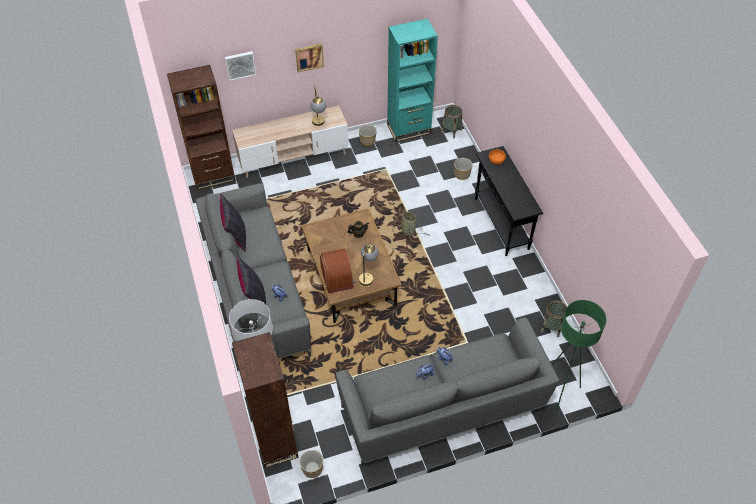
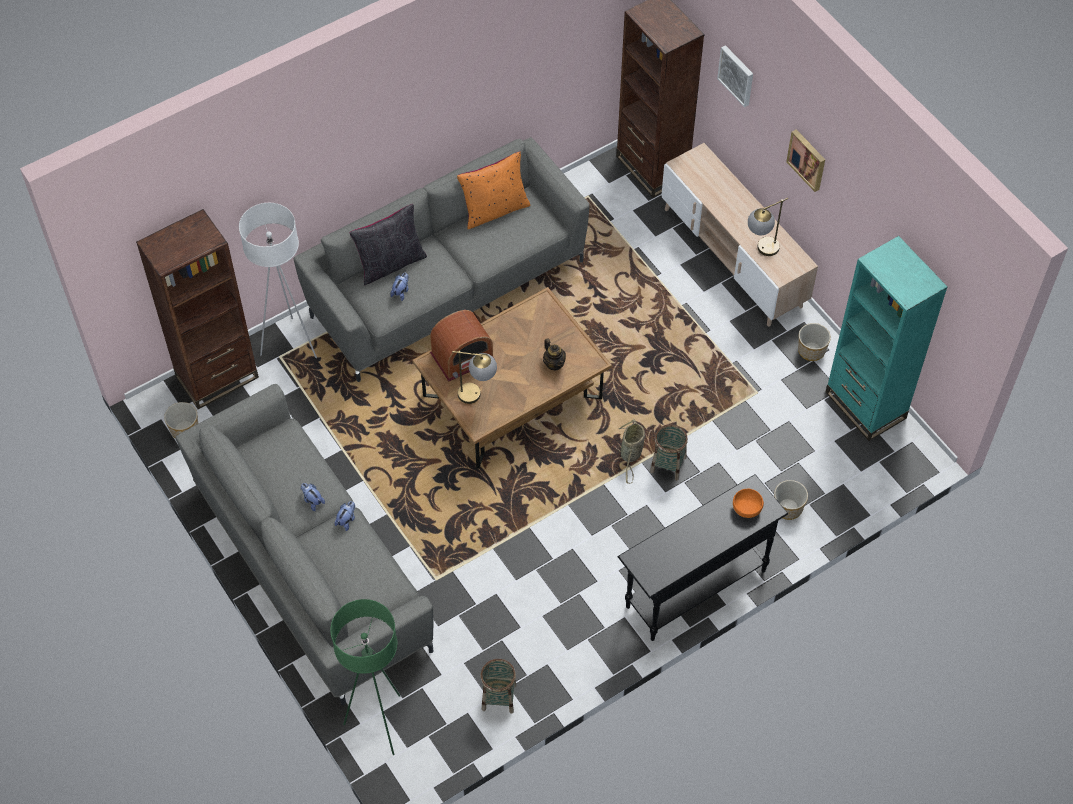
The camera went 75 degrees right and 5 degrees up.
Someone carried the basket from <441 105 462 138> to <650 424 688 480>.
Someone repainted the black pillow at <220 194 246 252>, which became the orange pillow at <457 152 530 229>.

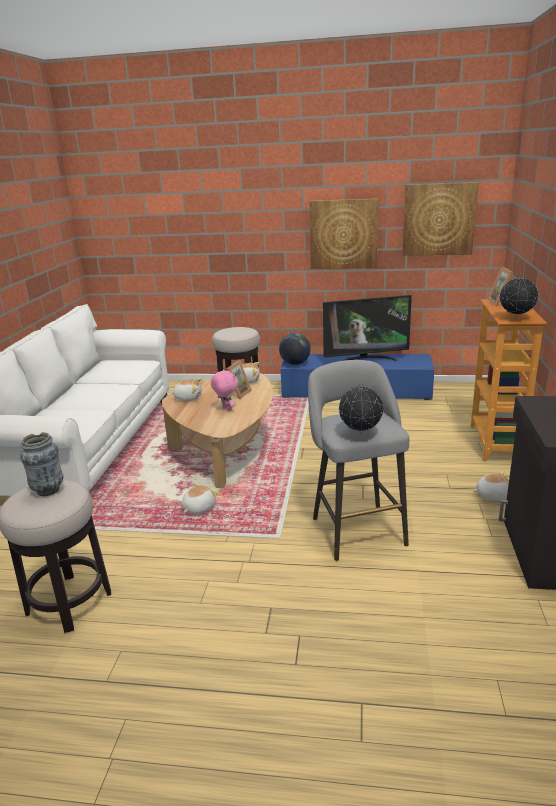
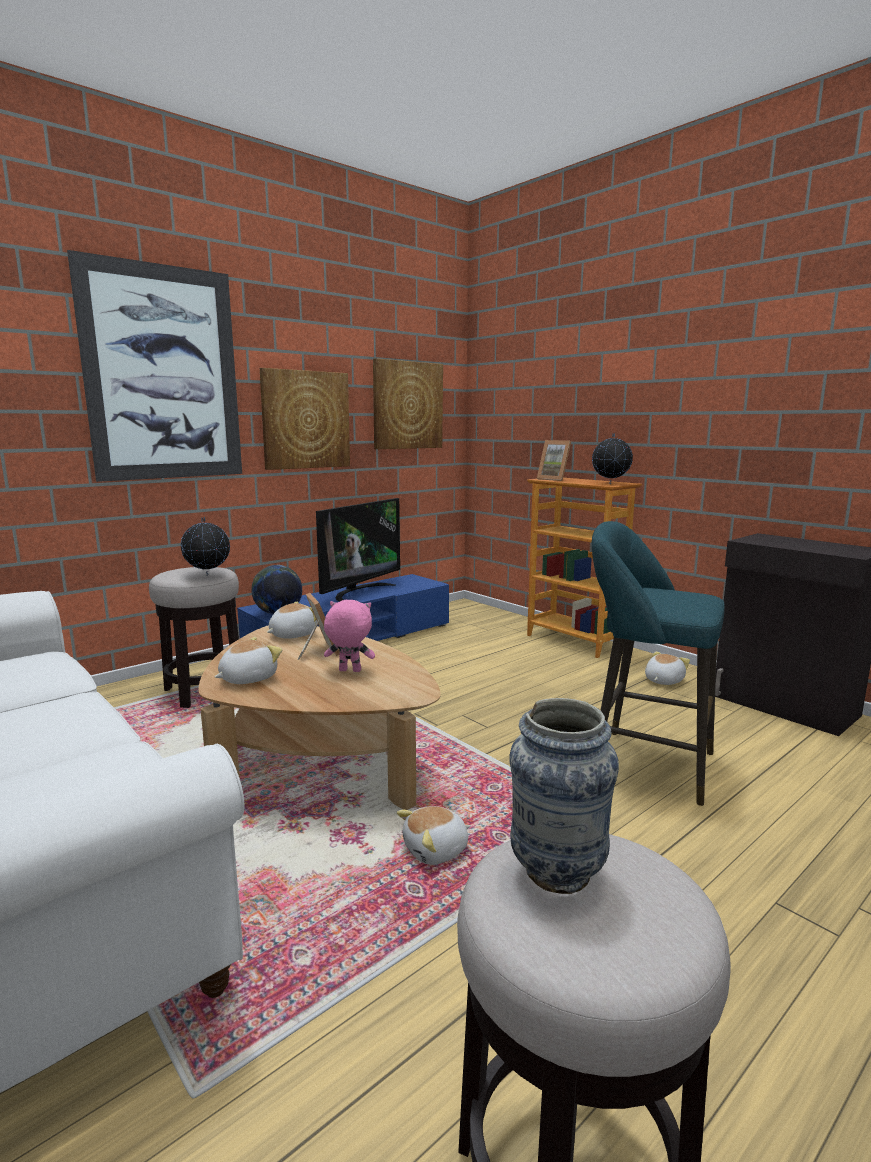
The camera went 50 degrees left and 10 degrees down.
Someone put up the picture at <67 250 242 482>.
Someone carried the globe from <339 383 383 434> to <181 517 230 576>.
Someone repainted the grey stool at <308 360 409 561>, which became the turquoise stool at <592 521 725 806>.
Someone rotated the plush toy at <182 482 218 514> by 105 degrees counterclockwise.

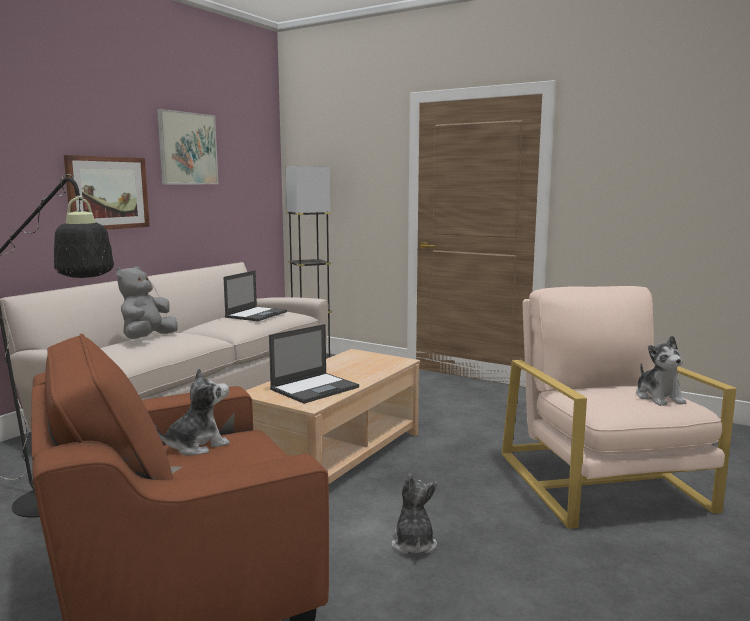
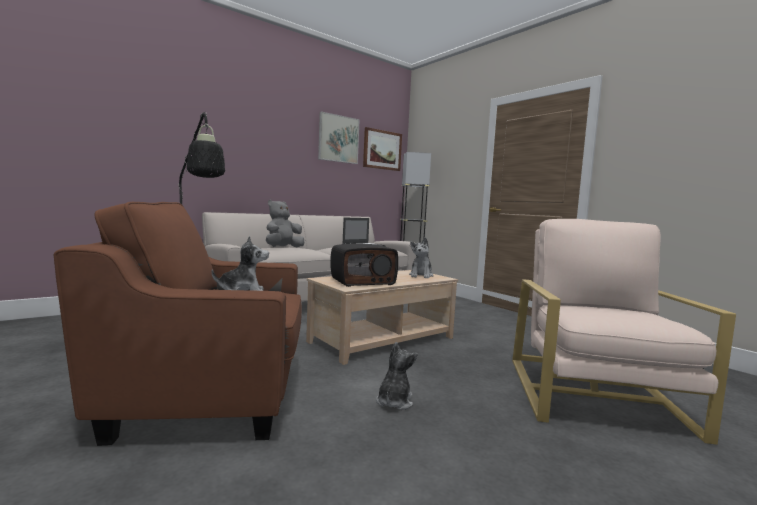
The camera went 20 degrees right and 5 degrees down.
Someone carried the picture from <64 155 150 230> to <363 127 402 171>.
Someone carried the plush toy from <636 335 686 406> to <409 237 434 279>.
Someone swapped the laptop at <269 324 359 404> for the radio at <330 243 398 287>.

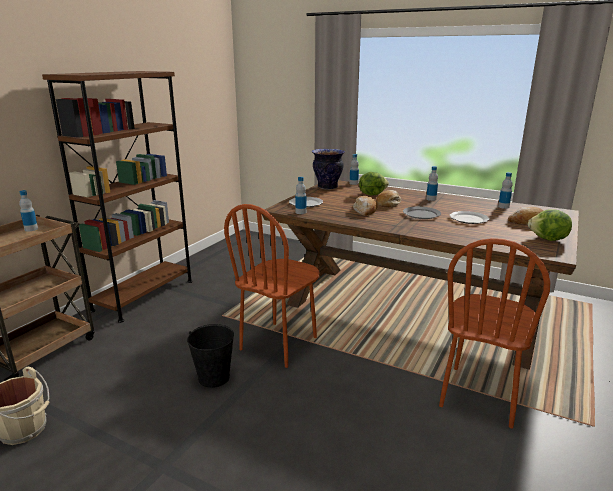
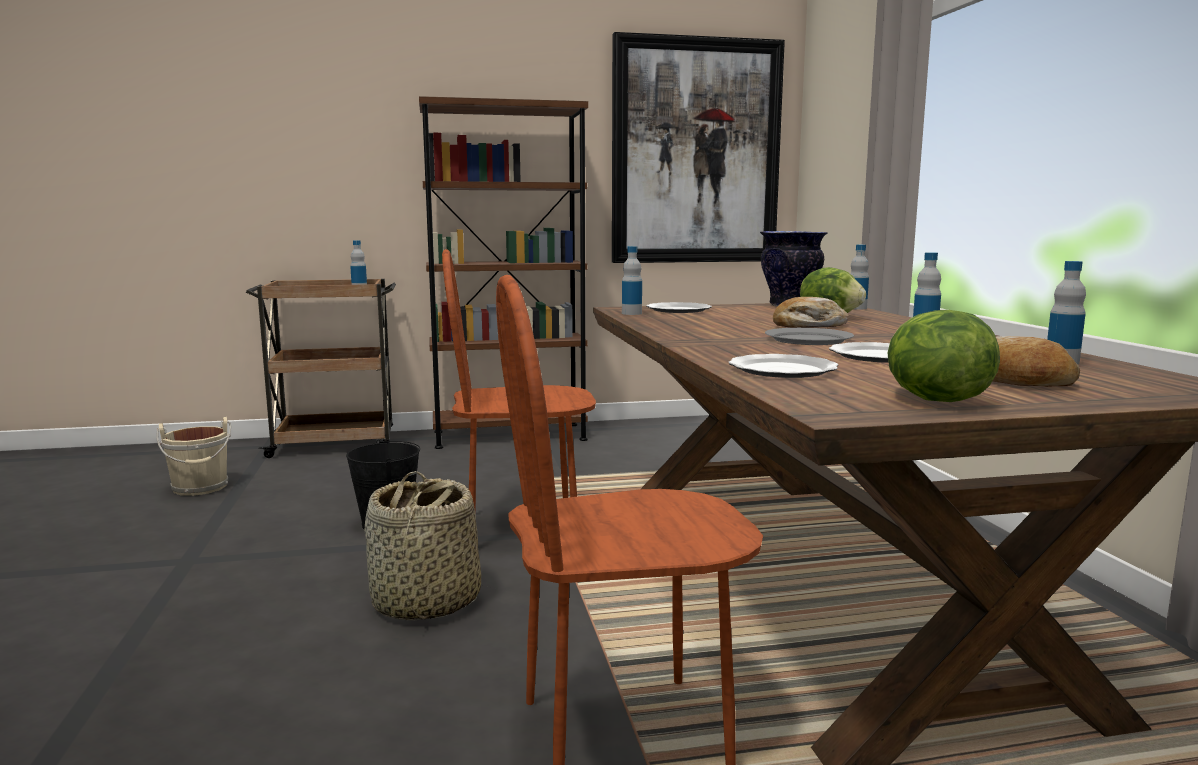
The camera went 50 degrees right and 10 degrees down.
Someone took away the bread at <353 196 378 216>.
Someone put down the basket at <364 471 481 621>.
Someone put up the picture at <612 32 785 263>.
Someone put down the plate at <729 354 838 378>.

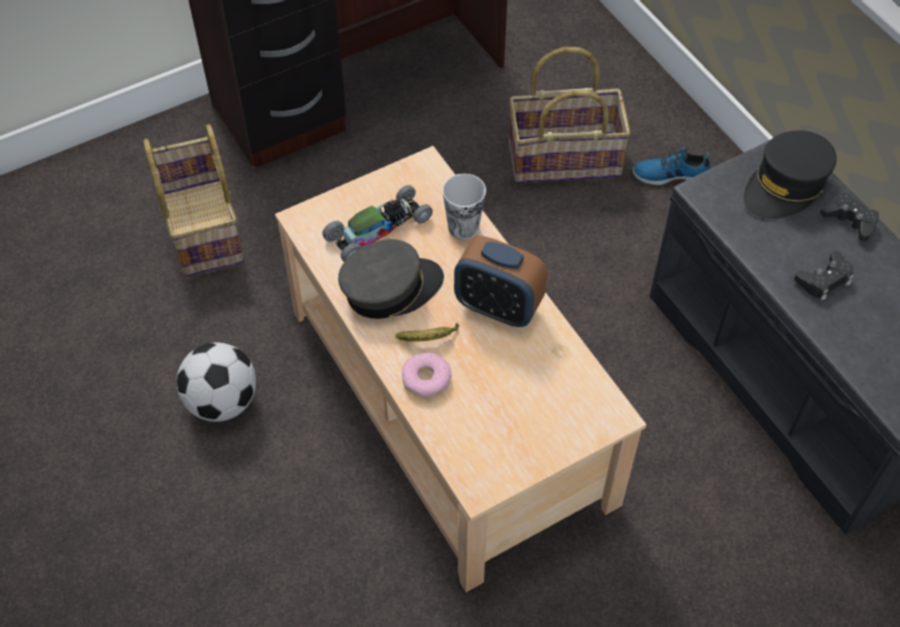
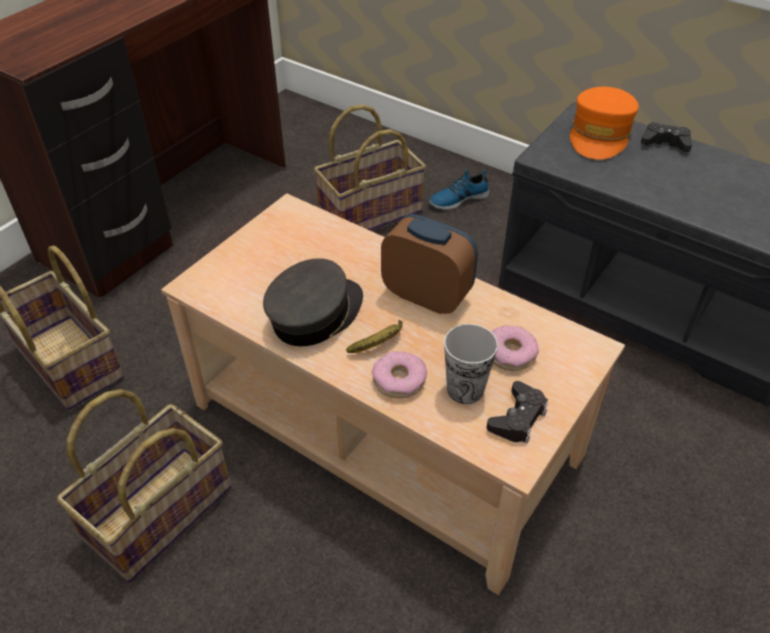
The camera went 25 degrees left and 10 degrees down.
Someone took away the toy car at <322 185 433 262>.
Someone put down the donut at <491 325 539 371>.
Someone carried the cup from <442 174 486 239> to <444 324 498 404>.
Someone carried the black game controller from <794 251 854 300> to <487 381 548 443>.
Someone swapped the football at <176 342 256 422> for the basket at <57 389 231 582>.
Someone repainted the black cap at <744 130 837 219>, which became the orange cap at <570 87 639 160>.
Someone rotated the alarm clock at <454 236 547 327> by 150 degrees counterclockwise.

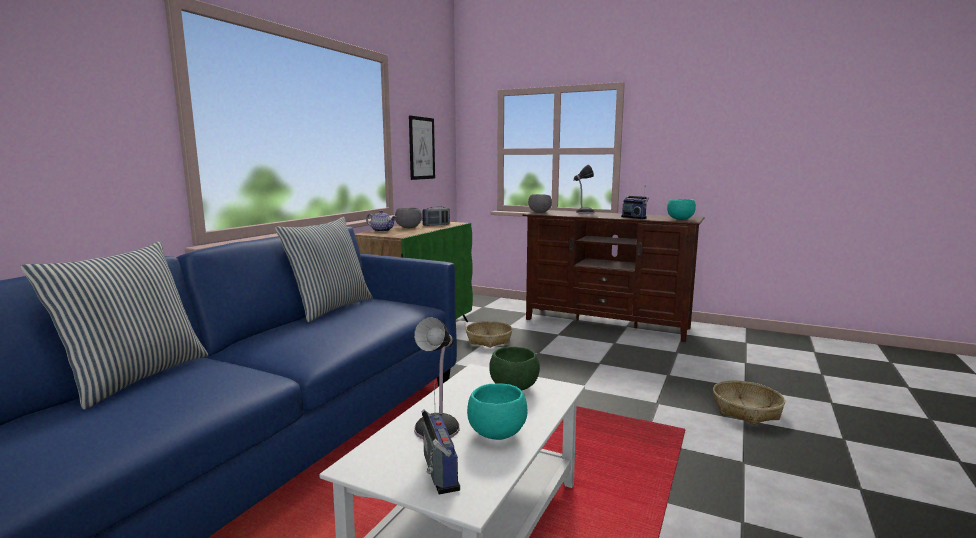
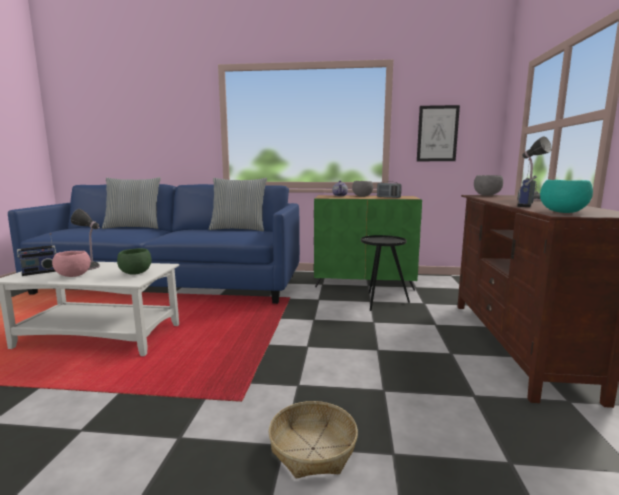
The camera went 70 degrees right and 0 degrees up.
Someone swapped the basket at <466 321 512 348> for the black side table at <361 235 410 311>.
Someone repainted the turquoise bowl at <467 383 528 440>, which became the pink bowl at <52 251 91 277>.

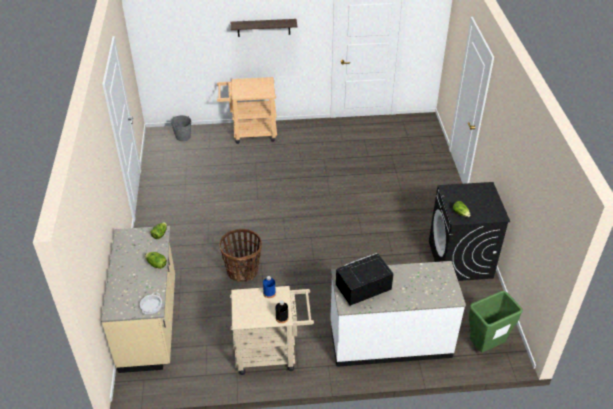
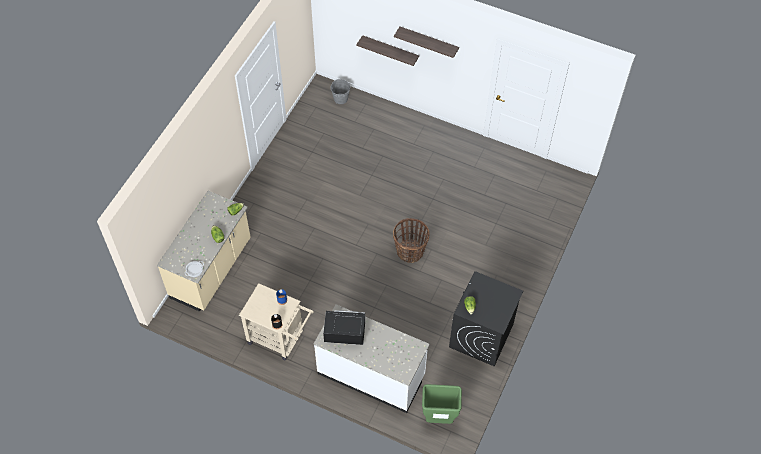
The camera went 30 degrees right and 15 degrees up.
Someone took away the beige cart at <217 77 277 144>.
Someone put up the shelf at <356 35 419 66>.
Someone carried the basket from <219 229 262 282> to <393 218 430 263>.

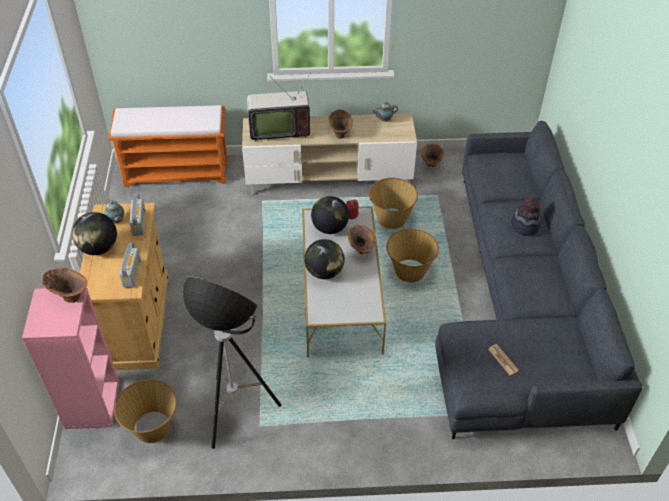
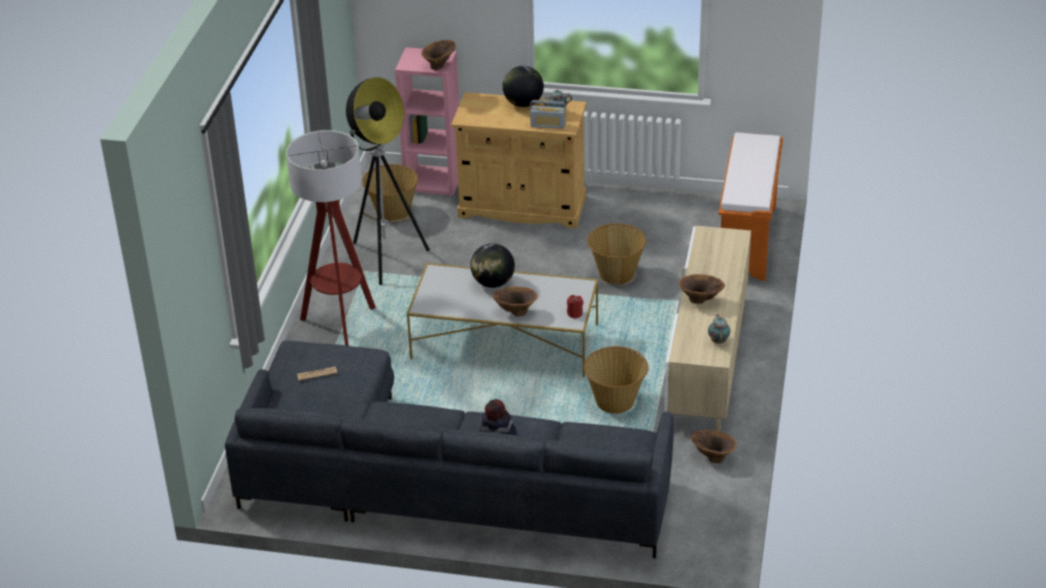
The camera went 105 degrees right and 10 degrees down.
Someone took away the radio at <119 243 141 288>.
Someone took away the television at <247 72 311 142>.
Someone took away the globe at <311 196 349 234>.
Someone put down the floor lamp at <286 130 376 346>.
Someone carried the basket from <386 229 439 282> to <587 223 646 285>.

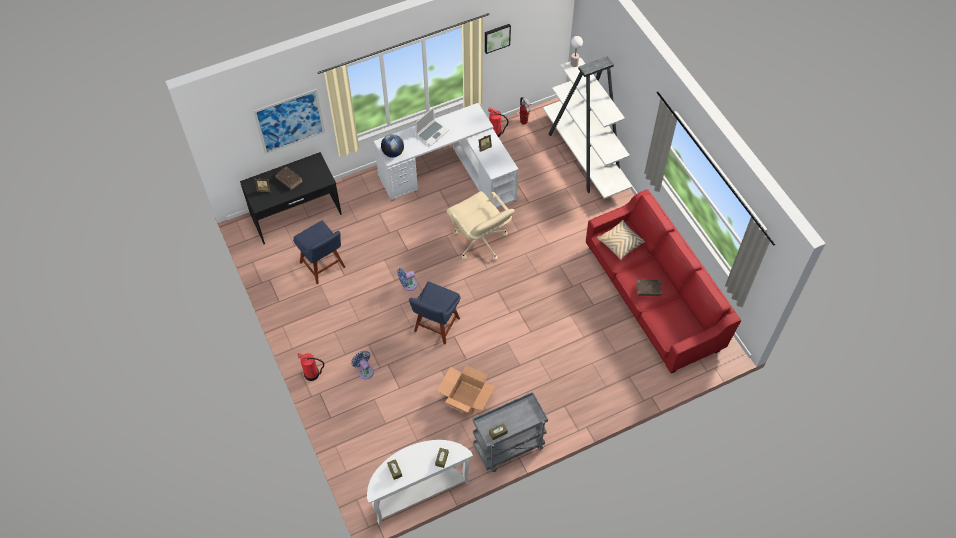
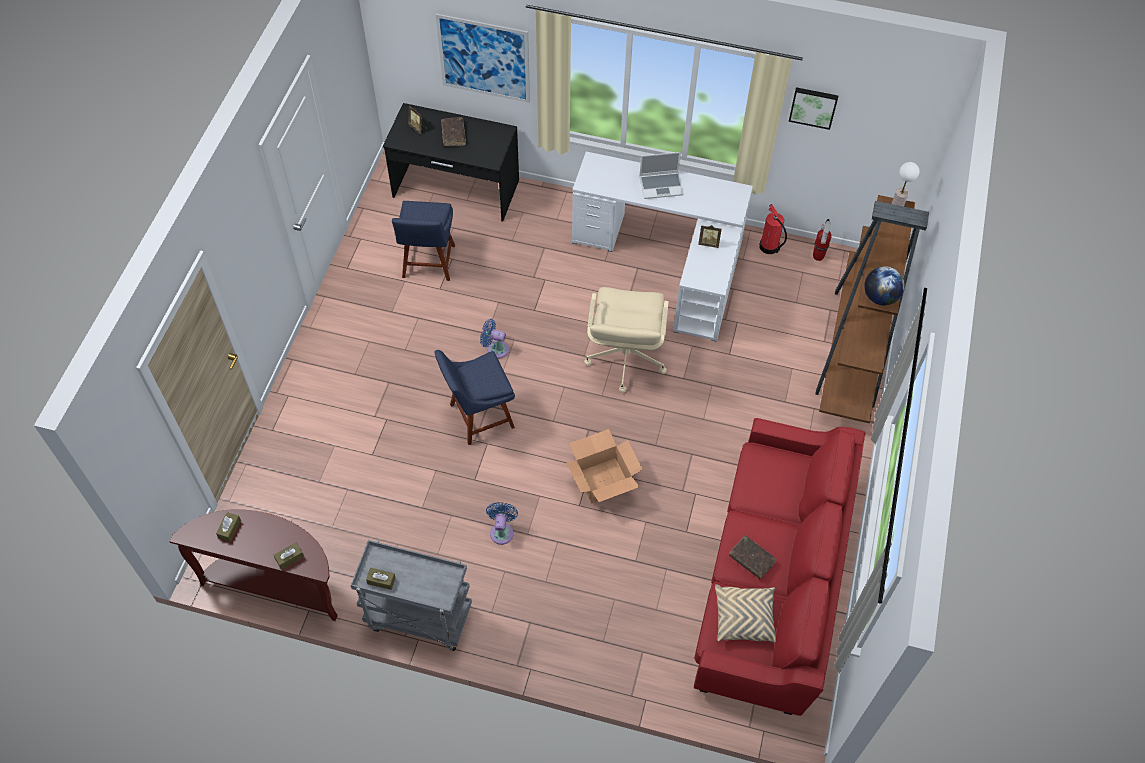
The camera went 40 degrees right and 0 degrees up.
Someone took away the fire extinguisher at <298 353 324 381>.
Someone carried the blue fan from <351 351 374 379> to <486 502 518 545>.
Someone carried the globe from <381 134 404 158> to <864 266 905 305>.
Someone carried the cardboard box from <437 365 496 415> to <566 429 643 504>.
Someone carried the beige pillow from <597 220 645 260> to <715 584 776 643>.
Someone repainted the white console table at <367 440 473 525>, which became the brown console table at <169 510 338 621>.
Someone repainted the white bookcase at <543 56 632 199>, which became the brown bookcase at <815 195 929 423>.

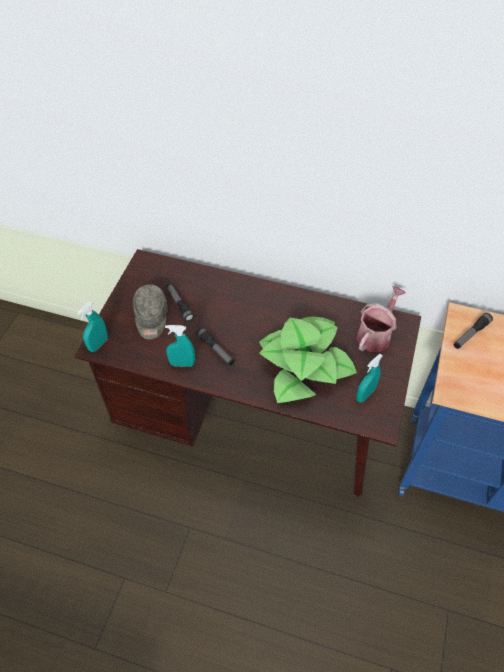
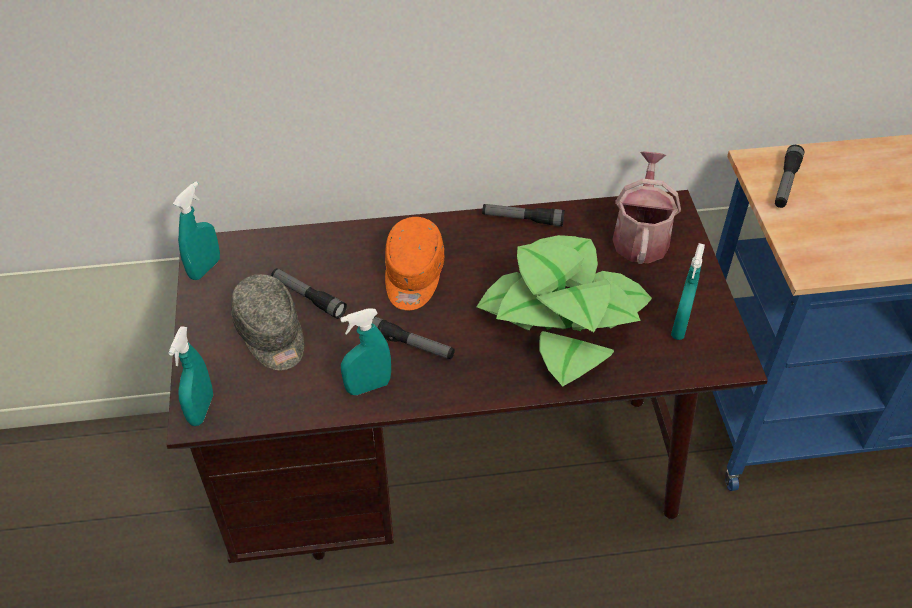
The camera went 25 degrees left and 5 degrees down.
Someone put down the turquoise spray bottle at <173 181 220 280>.
Someone put down the orange cap at <385 217 444 311>.
Someone put down the flashlight at <482 204 565 227>.

